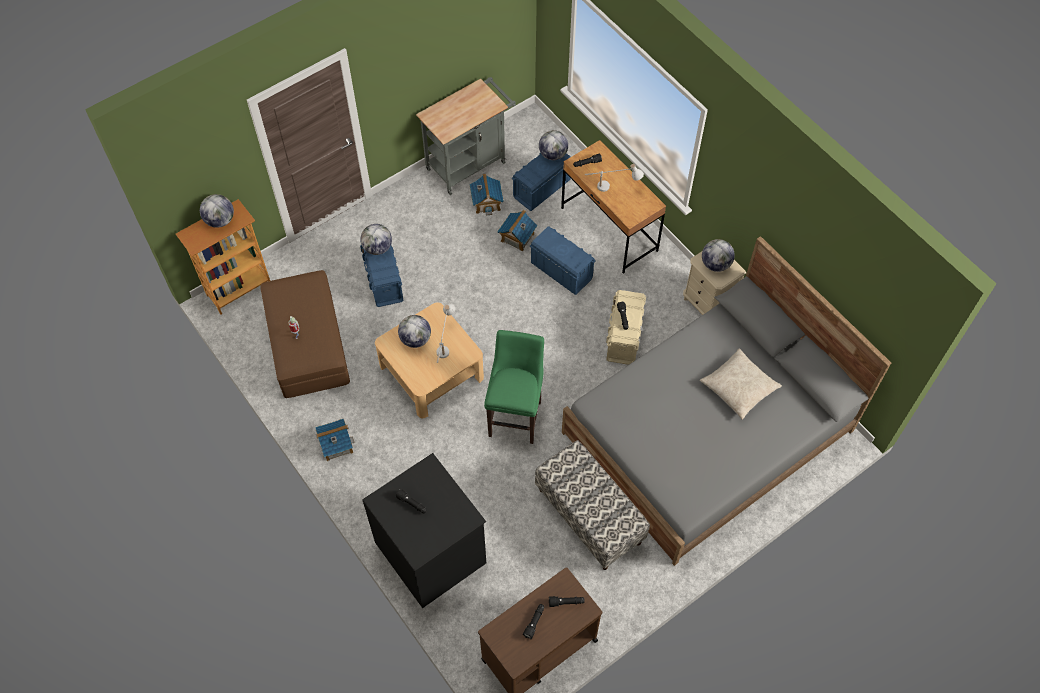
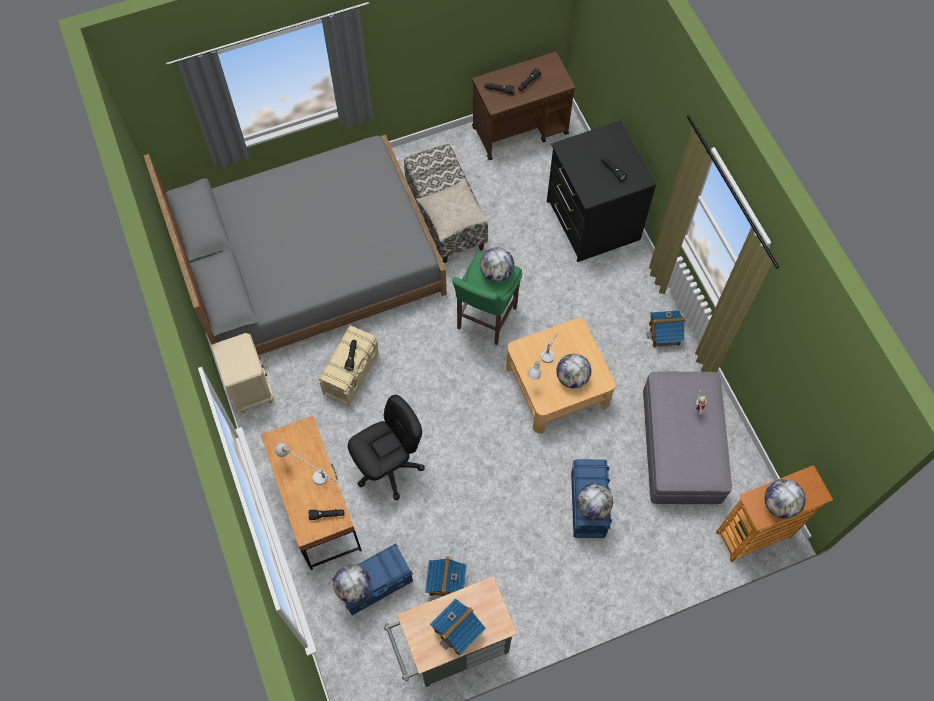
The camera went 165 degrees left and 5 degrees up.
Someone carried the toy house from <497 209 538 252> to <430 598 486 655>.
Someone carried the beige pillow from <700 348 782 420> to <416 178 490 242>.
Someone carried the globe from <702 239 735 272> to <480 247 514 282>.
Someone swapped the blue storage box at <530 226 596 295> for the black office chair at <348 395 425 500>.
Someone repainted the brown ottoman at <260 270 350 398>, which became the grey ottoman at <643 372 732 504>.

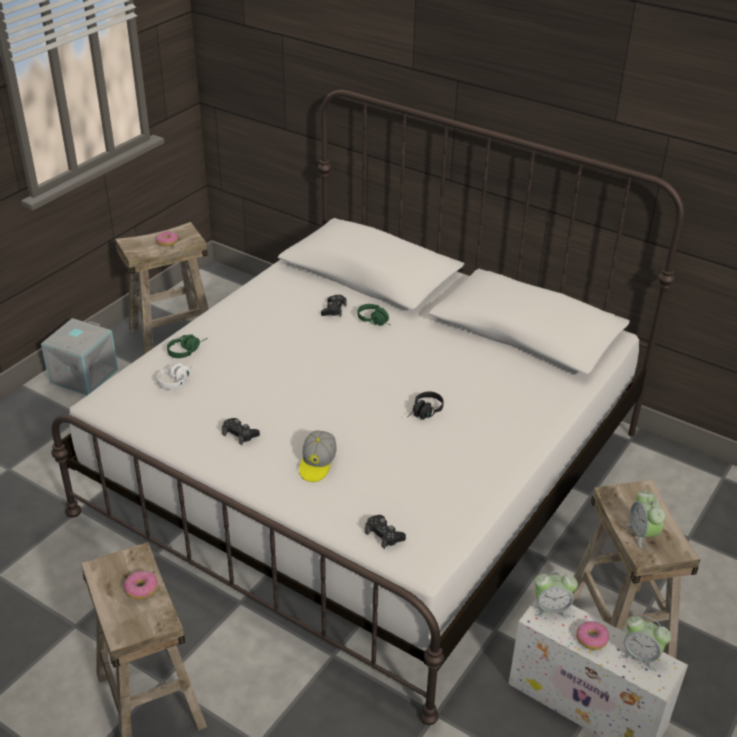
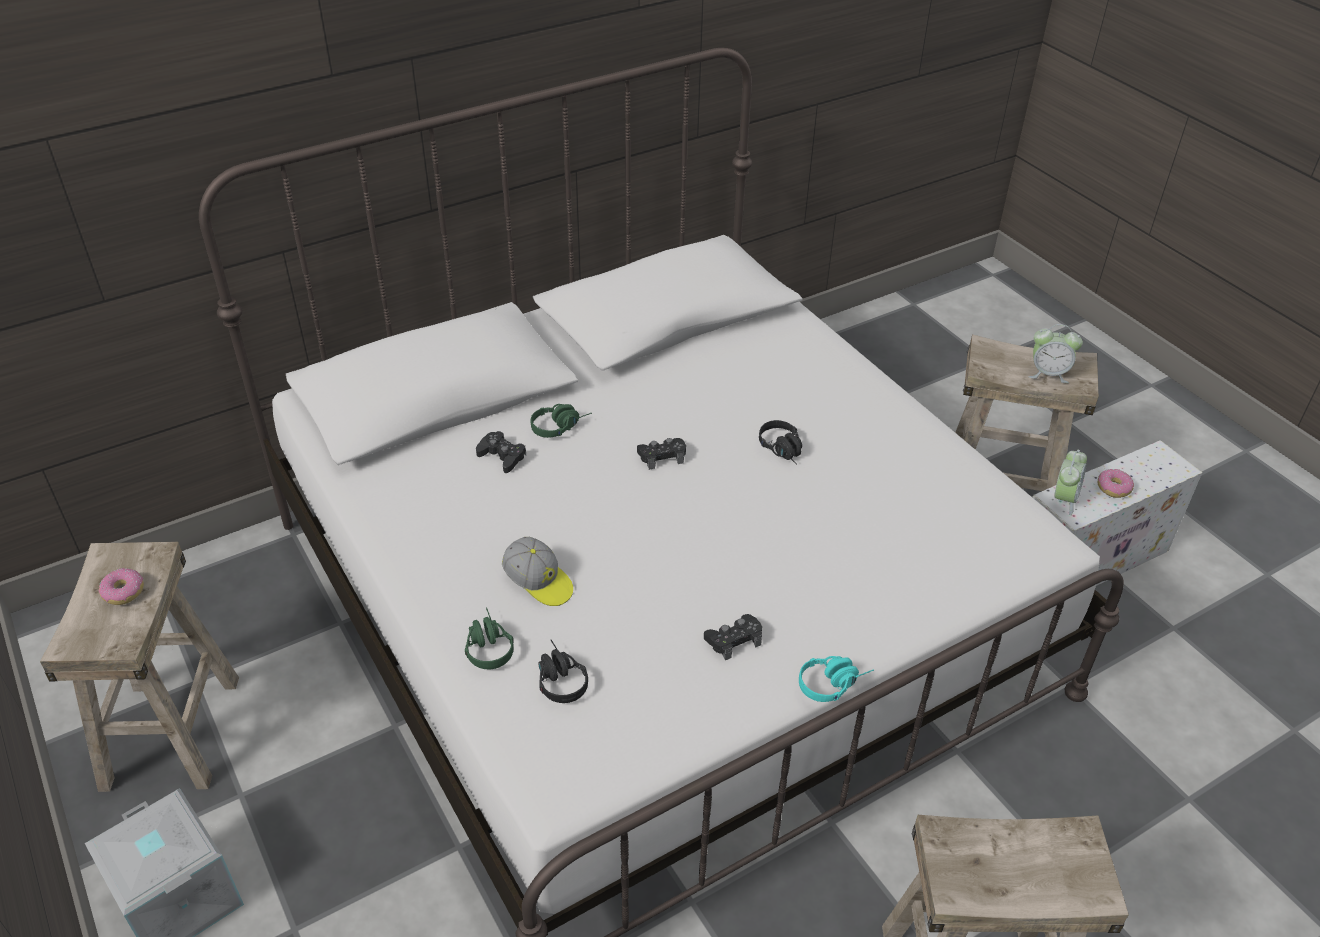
The camera went 65 degrees left and 5 degrees up.
Someone took away the donut at <124 571 158 599>.
Someone took away the alarm clock at <620 616 671 671>.
Someone put down the turquoise headphones at <799 656 874 702>.
Someone carried the cap from <299 431 337 482> to <502 537 573 606>.
Someone carried the black game controller from <365 515 406 549> to <637 438 686 470>.
Someone repainted the white headphones at <157 363 197 389>, which became the black headphones at <538 640 588 703>.

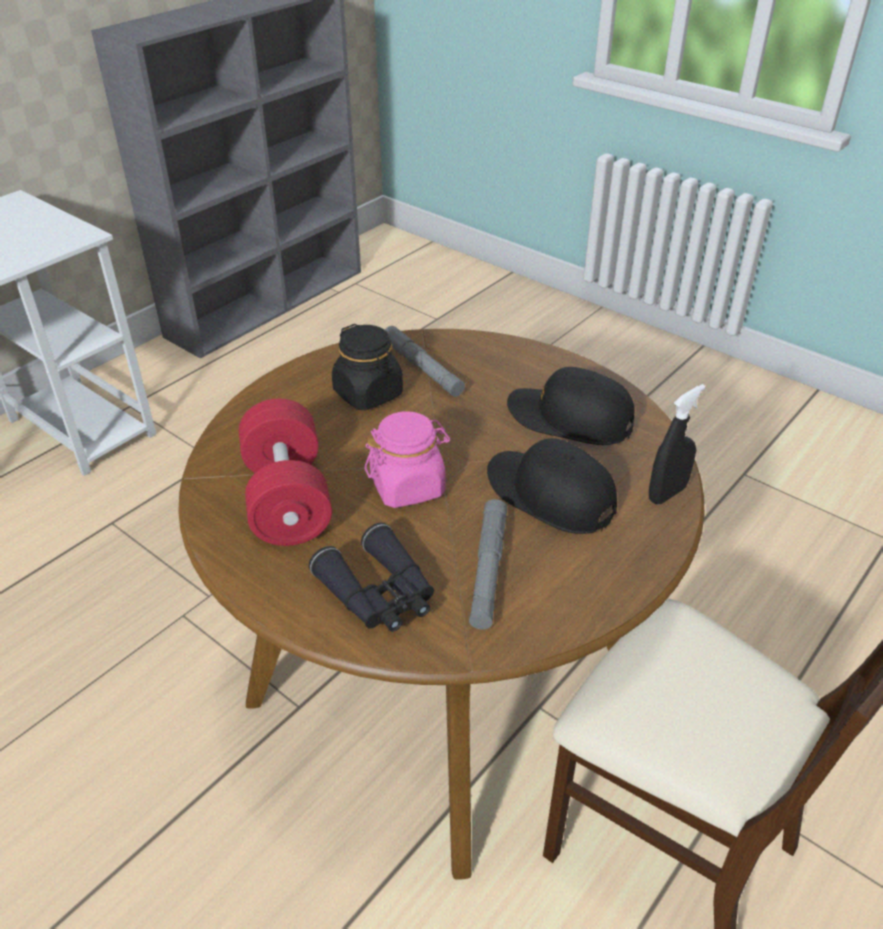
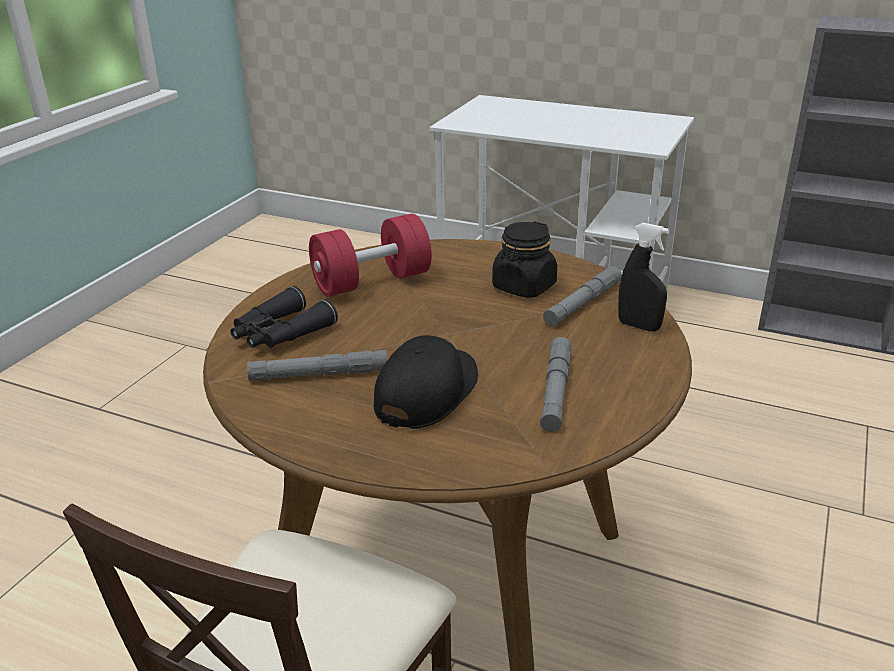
The camera went 75 degrees right and 10 degrees down.
Someone took away the pink jar at <365 411 450 508>.
Someone carried the black spray bottle from <649 384 705 504> to <618 223 669 332>.
Someone swapped the black cap at <507 367 635 445> for the grey flashlight at <540 337 571 432>.

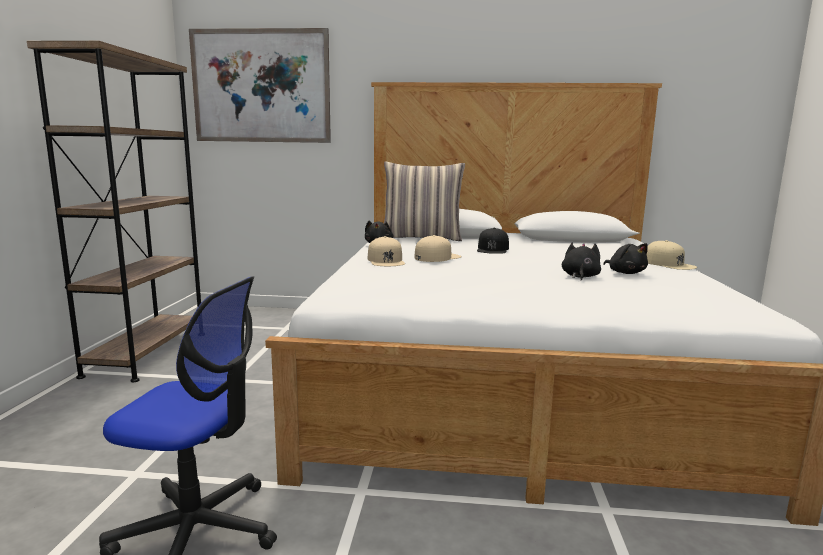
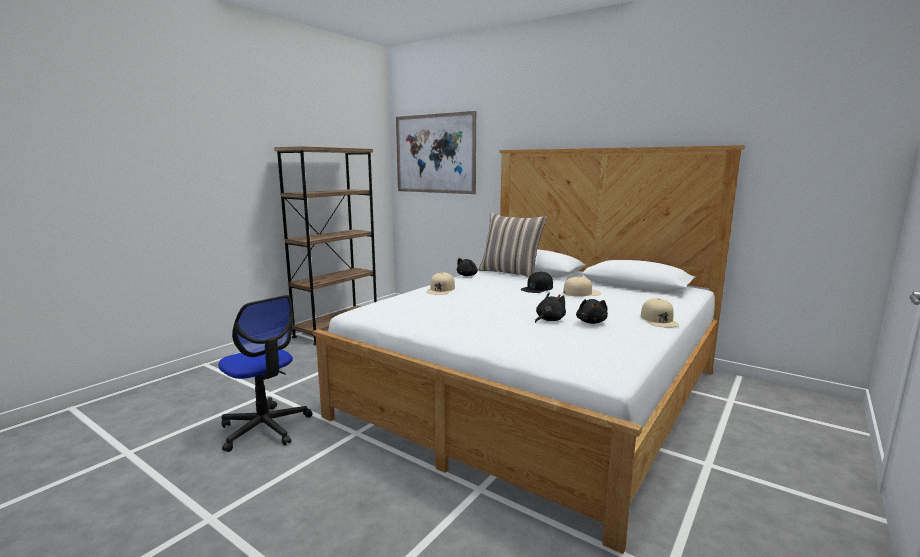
The camera went 30 degrees right and 0 degrees up.
Someone carried the beige cap from <415 235 462 262> to <563 276 601 297>.

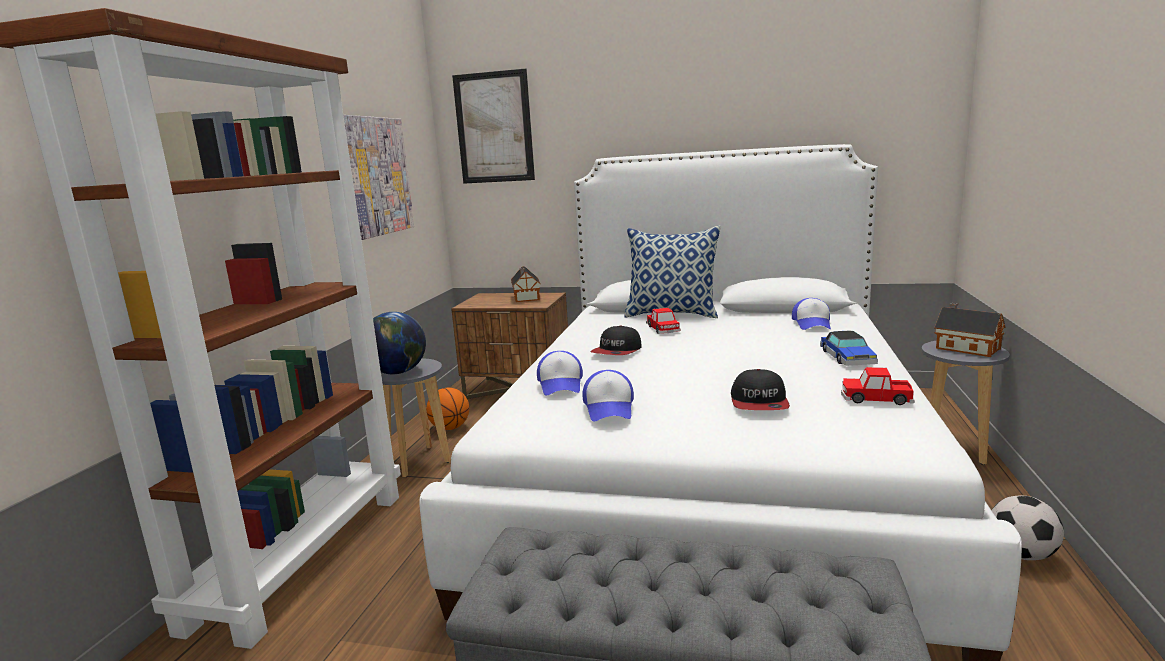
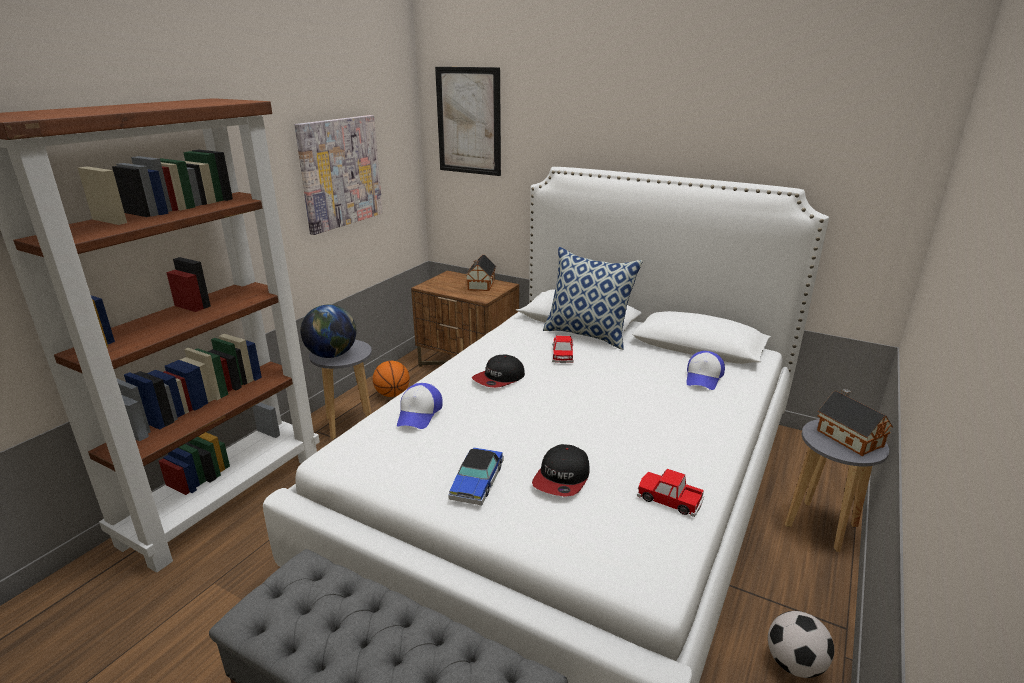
The camera went 15 degrees right and 10 degrees up.
Someone took away the cap at <582 370 634 421>.
Someone carried the toy car from <820 331 878 366> to <448 448 503 506>.

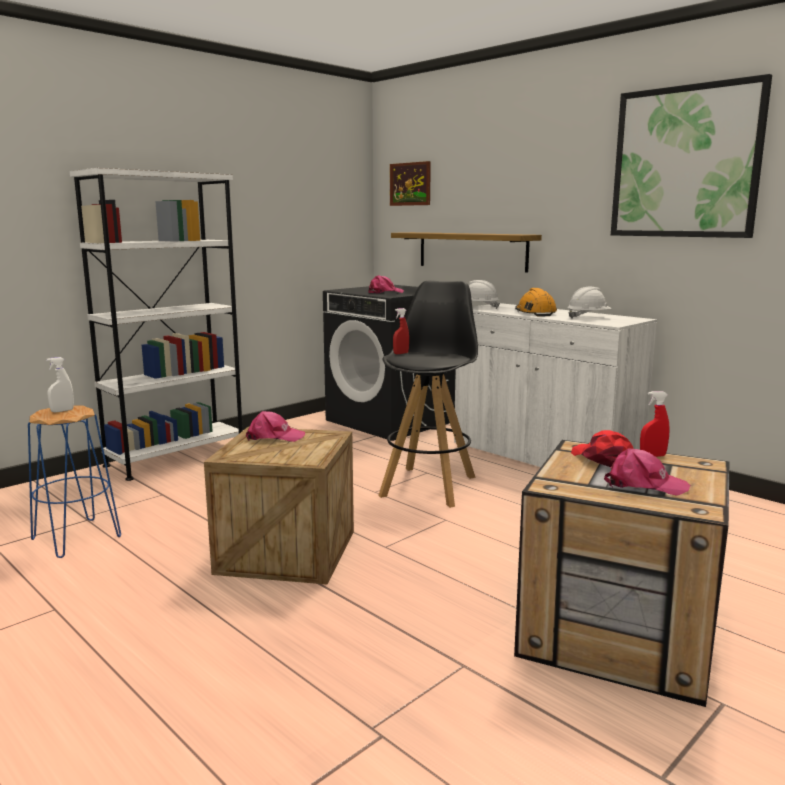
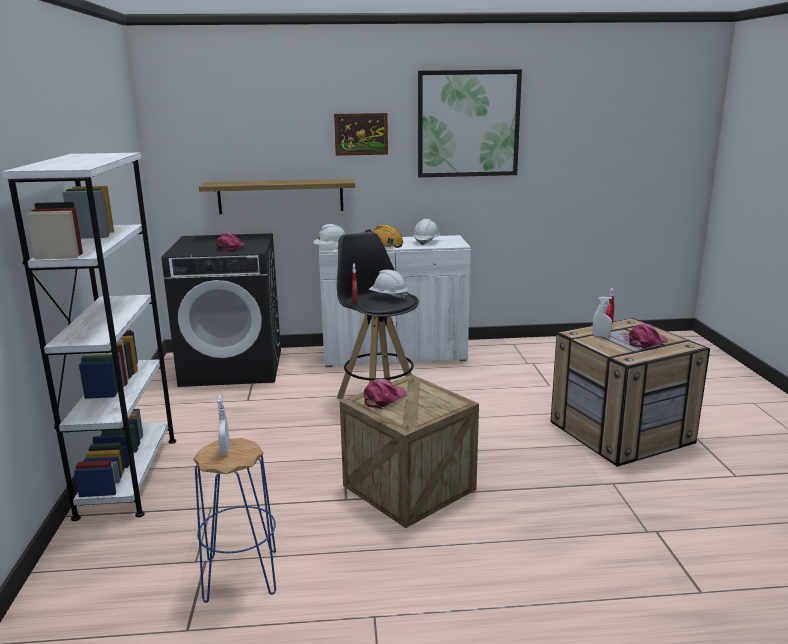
The camera went 50 degrees left and 5 degrees up.
Someone put down the white hard hat at <369 270 408 300>.
Someone carried the picture from <390 161 431 206> to <334 113 388 156>.
Someone swapped the red cap at <571 430 634 467> for the white spray bottle at <592 296 612 337>.

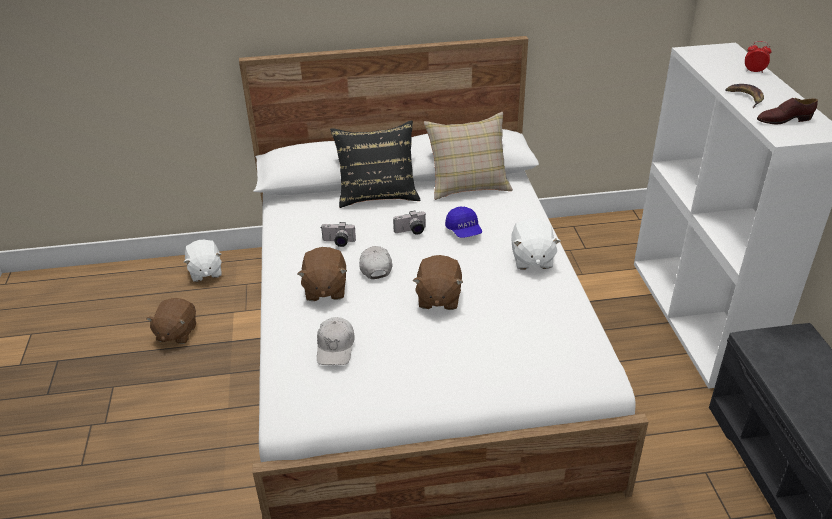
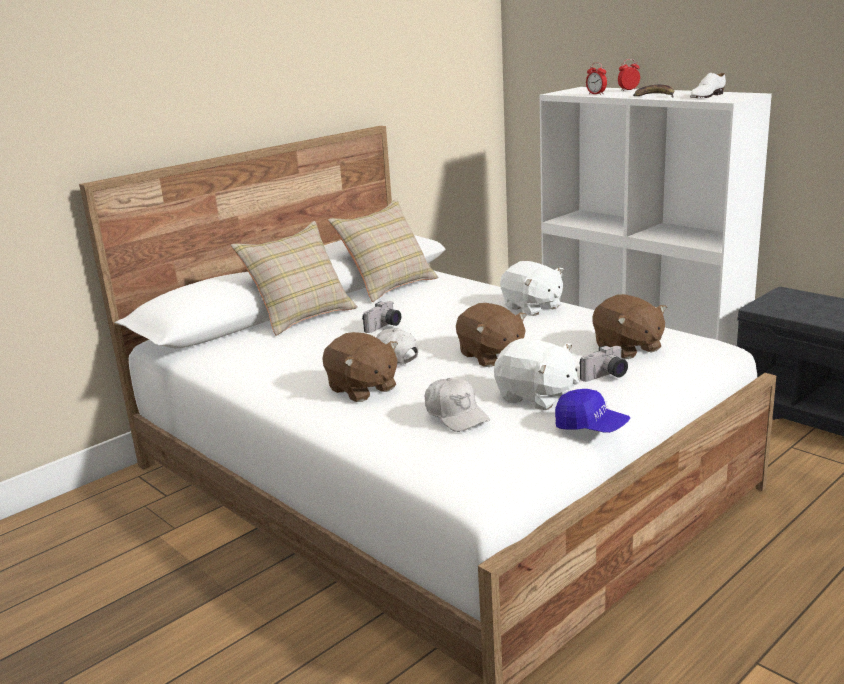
The camera went 35 degrees left and 15 degrees down.
Someone put down the alarm clock at <586 63 607 95>.
Someone carried the brown plush toy from <146 298 196 344> to <592 294 667 359>.
Someone carried the white plush toy from <184 240 222 282> to <494 338 579 410>.
Someone carried the photo camera from <321 222 356 247> to <580 345 628 382>.
Someone carried the blue cap from <445 206 482 238> to <555 389 630 433>.
Someone repainted the black pillow at <330 121 421 208>, which became the beige pillow at <231 221 358 336>.
Someone repainted the brown shoe at <757 98 818 124>, which became the white shoe at <690 73 726 98>.

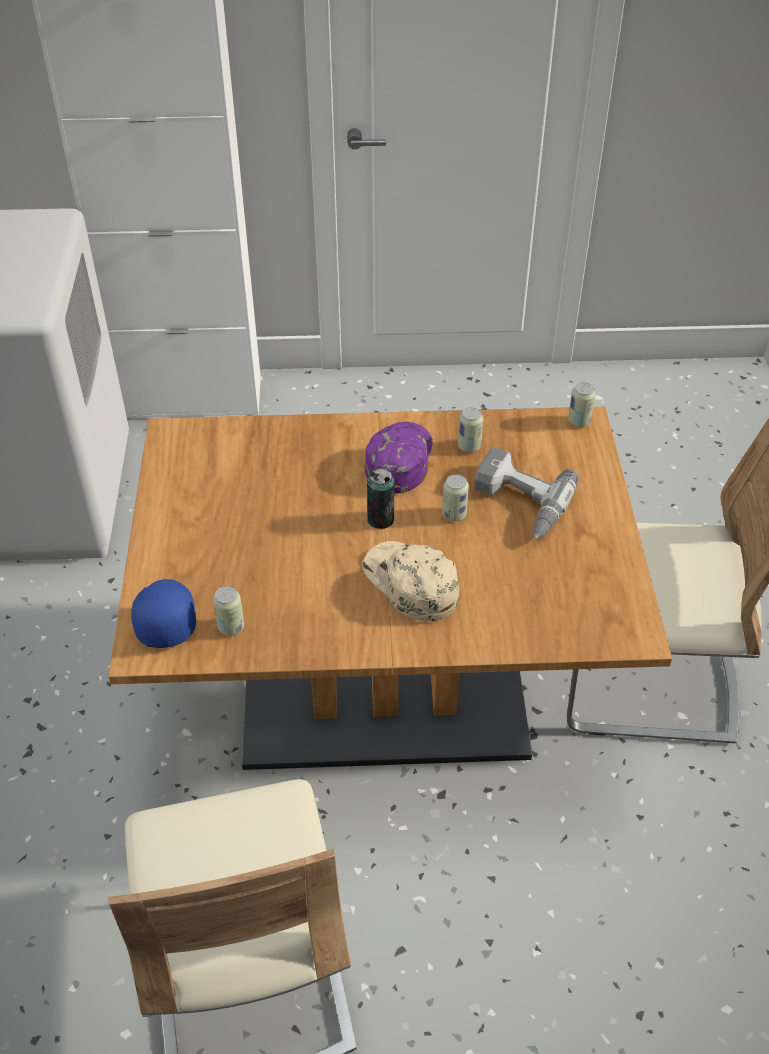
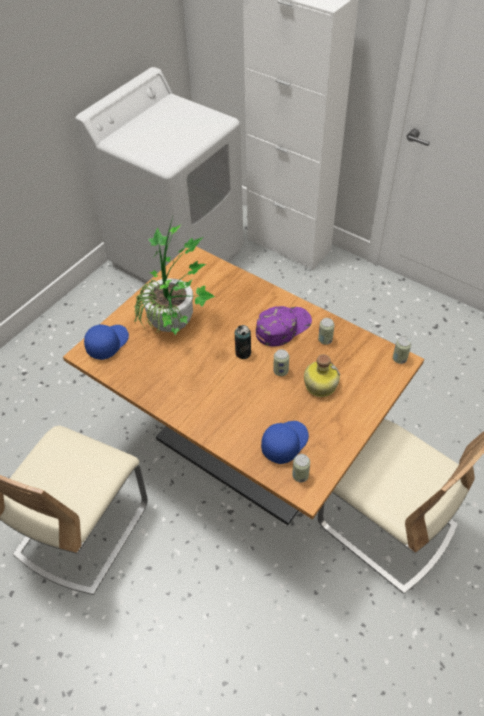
The camera went 40 degrees right and 5 degrees up.
Someone took away the beige cap at <363 541 459 621>.
Someone put down the potted plant at <134 217 215 335>.
Someone put down the blue cap at <261 421 309 464>.
Someone carried the can from <213 586 244 636> to <292 454 310 482>.
Someone swapped the power drill at <474 447 579 539> for the bottle at <304 354 340 397>.

